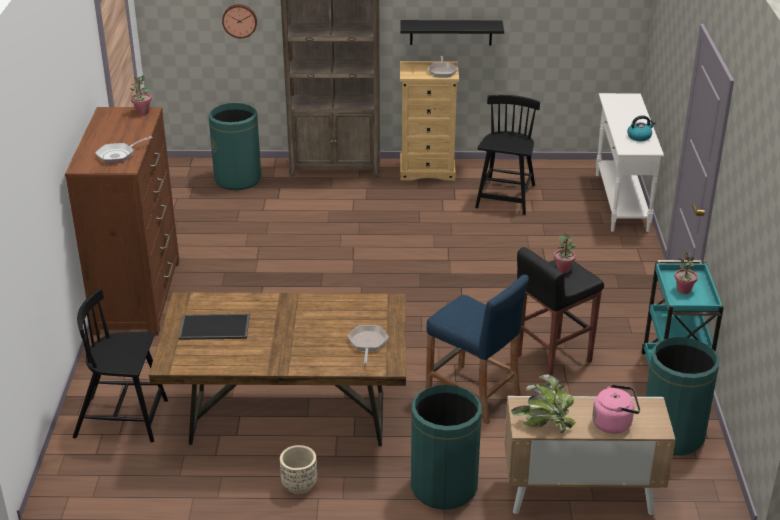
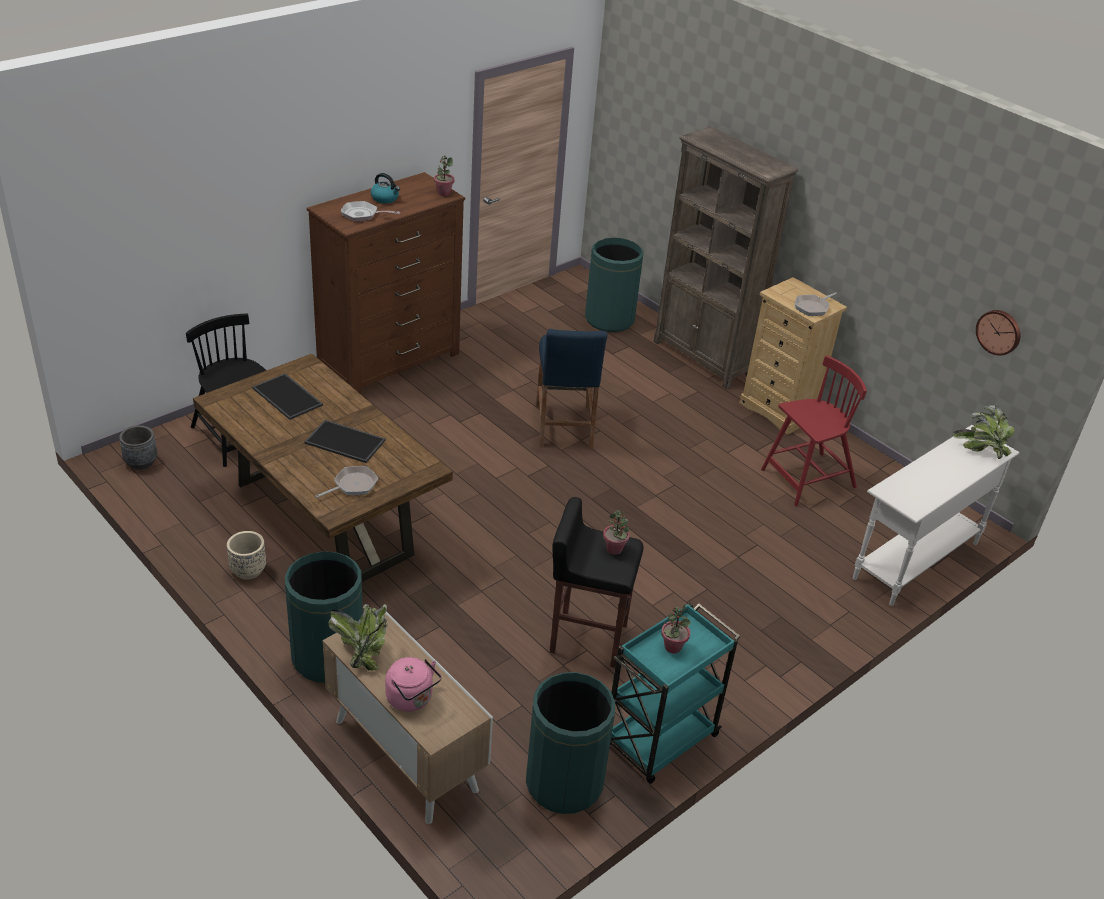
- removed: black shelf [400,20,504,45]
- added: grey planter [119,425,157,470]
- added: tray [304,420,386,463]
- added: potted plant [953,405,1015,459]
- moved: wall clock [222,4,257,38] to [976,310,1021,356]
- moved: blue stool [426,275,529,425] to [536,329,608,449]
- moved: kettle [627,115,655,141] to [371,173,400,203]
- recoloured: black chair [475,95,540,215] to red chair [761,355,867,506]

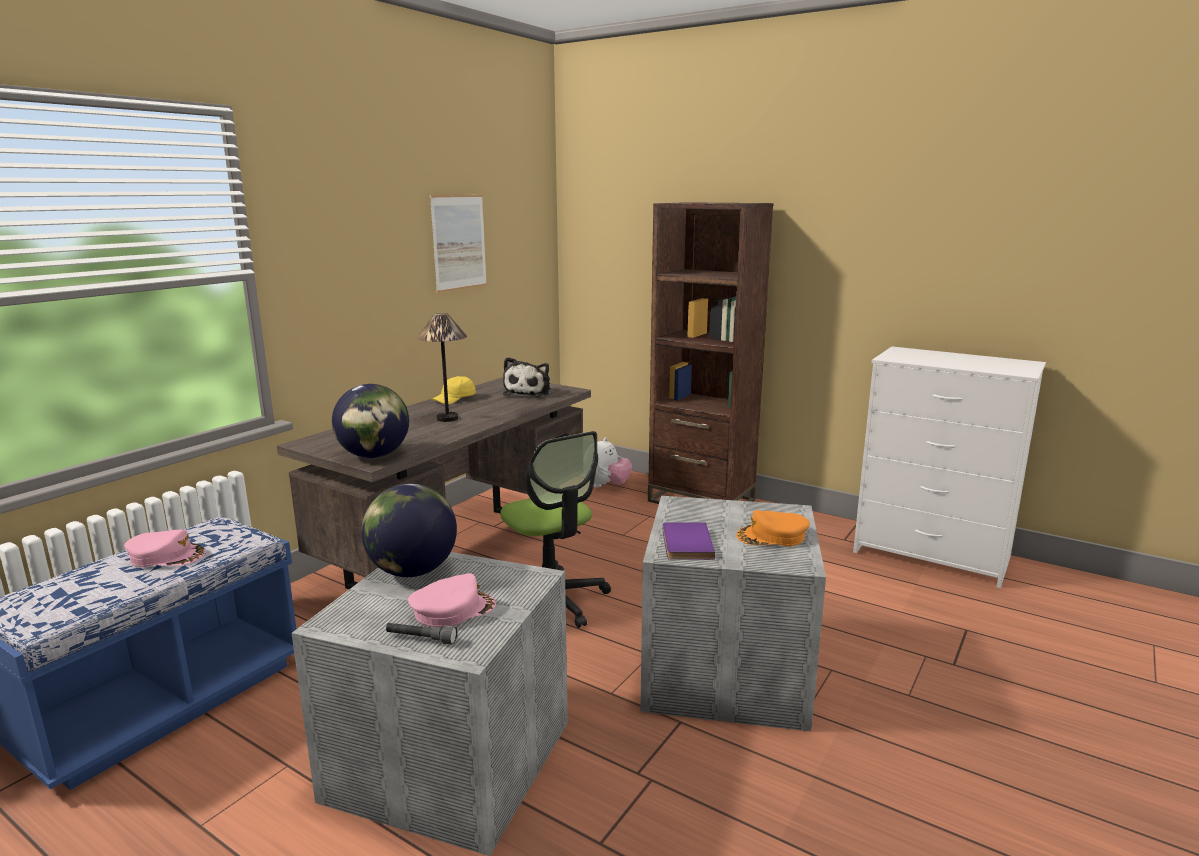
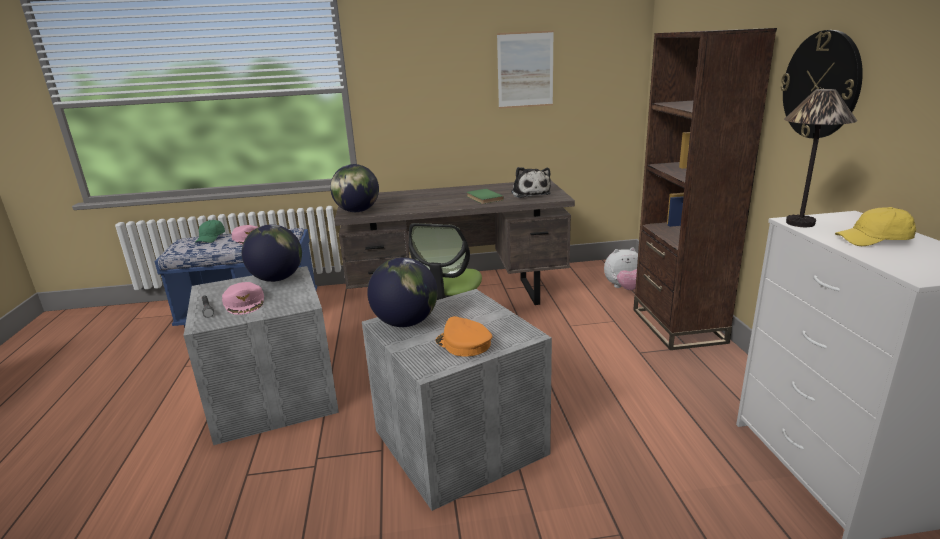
- added: green cap [195,220,225,243]
- added: green book [466,189,504,204]
- added: wall clock [780,30,863,138]
- moved: table lamp [417,313,467,422] to [784,89,857,227]
- moved: yellow cap [432,376,476,405] to [835,207,916,246]
- replaced: purple book [663,523,715,560] to globe [367,257,438,327]
- turned: pink cap [408,573,496,628] = [222,282,264,315] 45 degrees clockwise
- turned: plush toy [503,357,551,397] = [511,167,551,198] 75 degrees counterclockwise

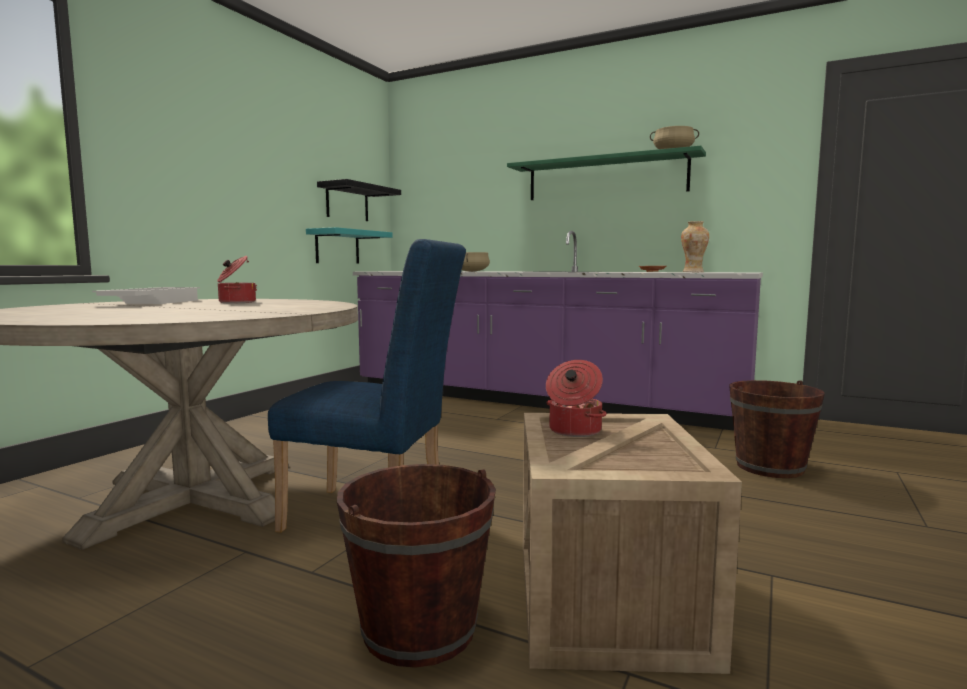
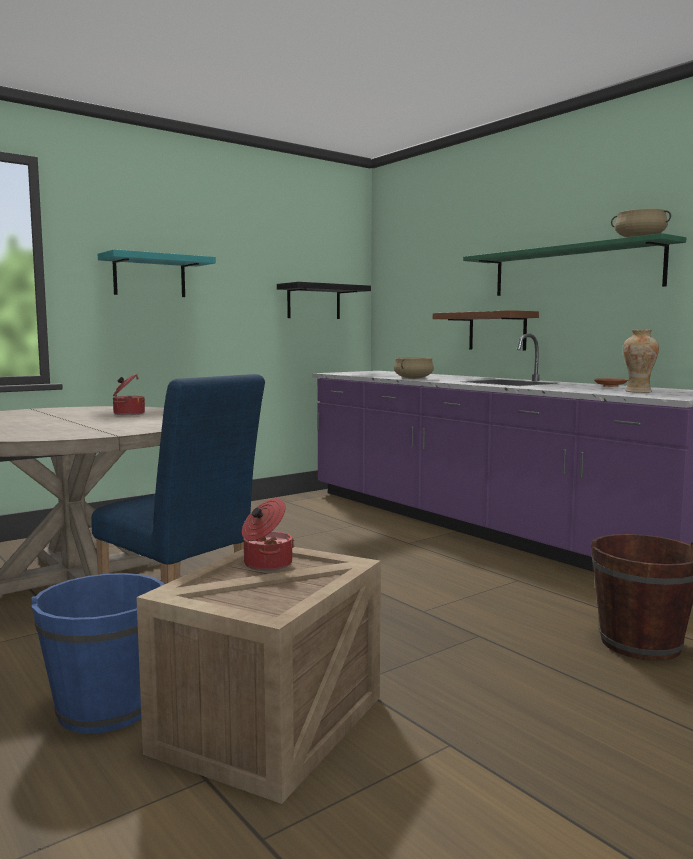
- removed: white tray [92,287,200,304]
- added: brown shelf [433,310,539,351]
- moved: turquoise shelf [306,227,393,264] to [98,249,216,297]
- recoloured: brown bucket [337,464,496,668] to blue bucket [32,573,164,734]

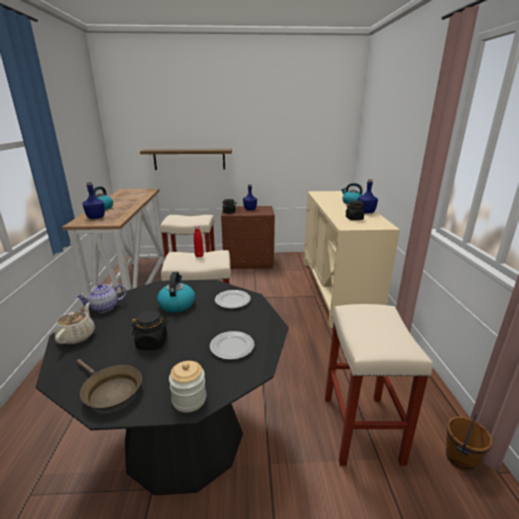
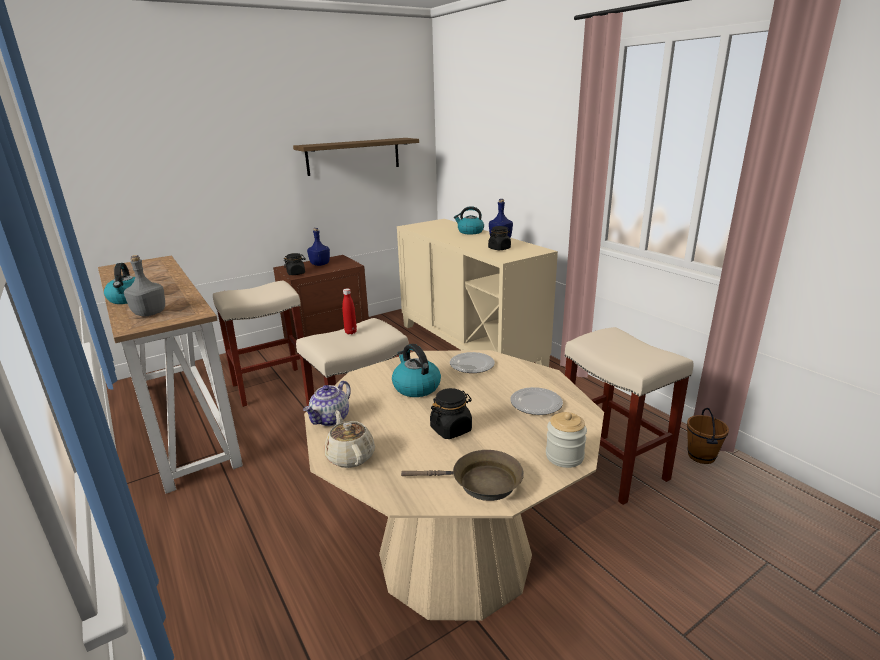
- moved: shelf [140,149,232,170] to [293,138,419,176]
- recoloured: black dining table [36,279,288,496] to beige dining table [304,350,604,621]
- recoloured: blue bottle [83,182,105,219] to grey bottle [124,255,165,317]

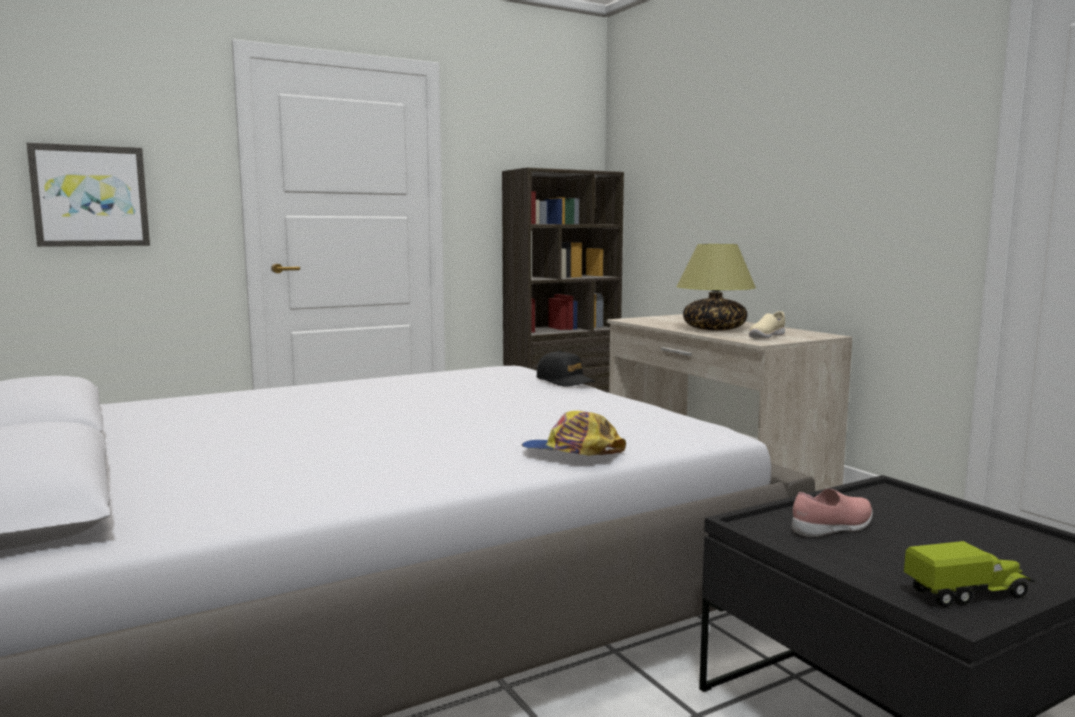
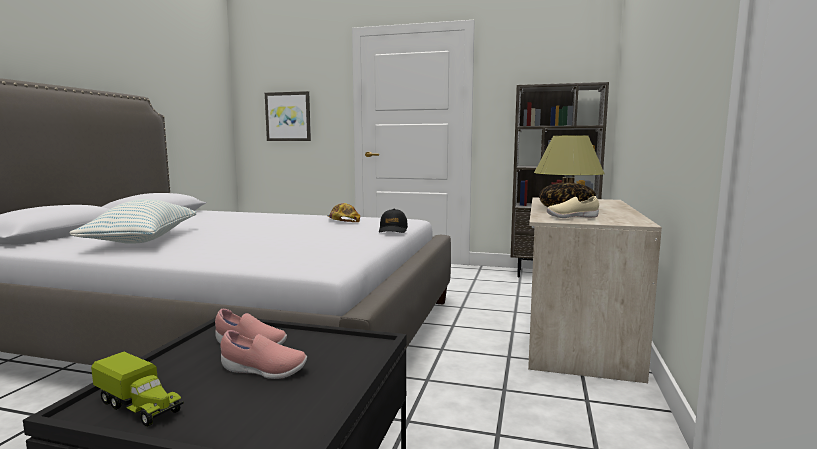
- added: pillow [69,199,196,244]
- added: pink shoe [220,330,307,379]
- moved: cap [522,411,626,456] to [327,203,360,222]

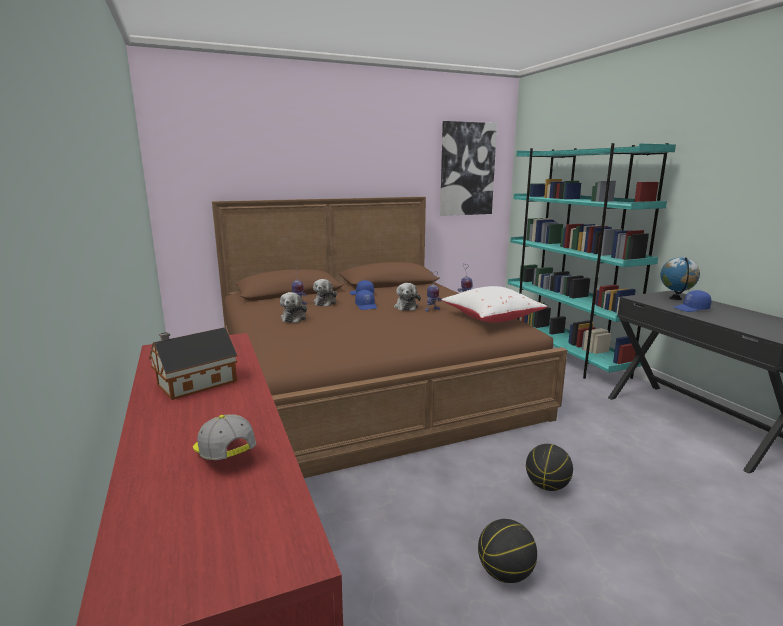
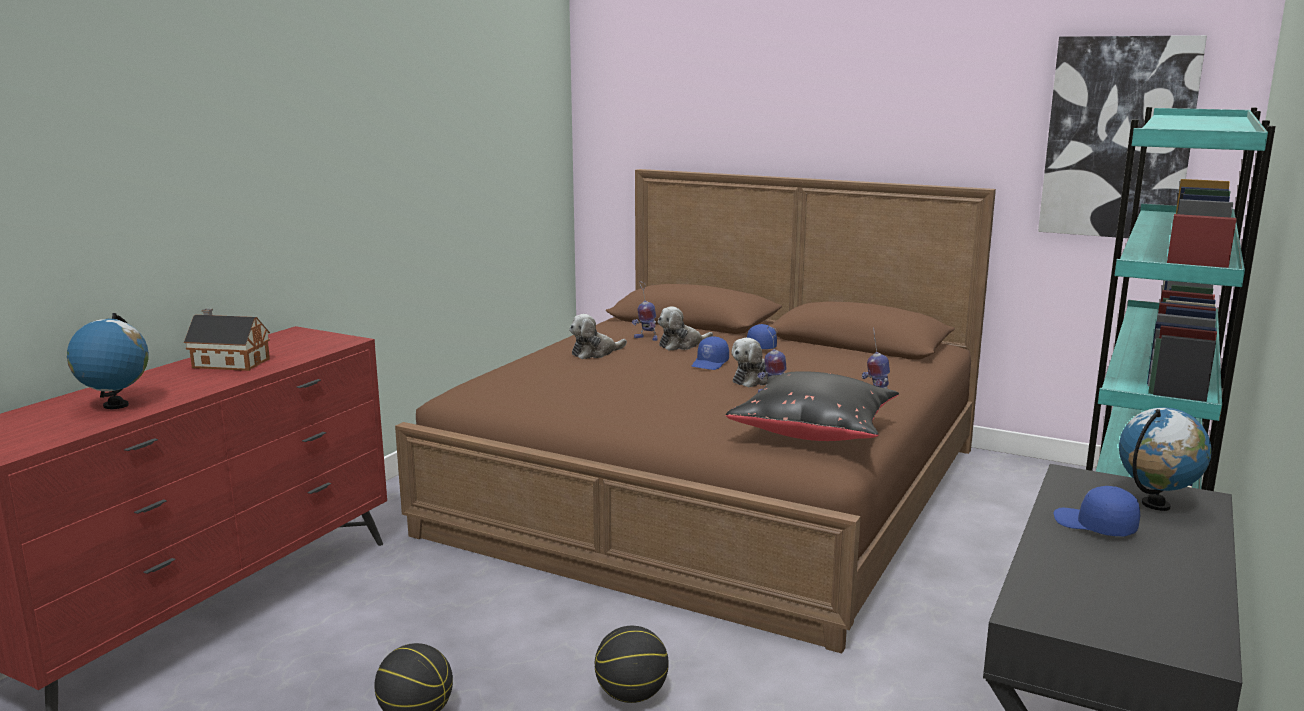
- replaced: cap [193,414,256,460] to globe [67,313,149,409]
- recoloured: white pillow [442,286,548,322] to black pillow [726,371,899,441]

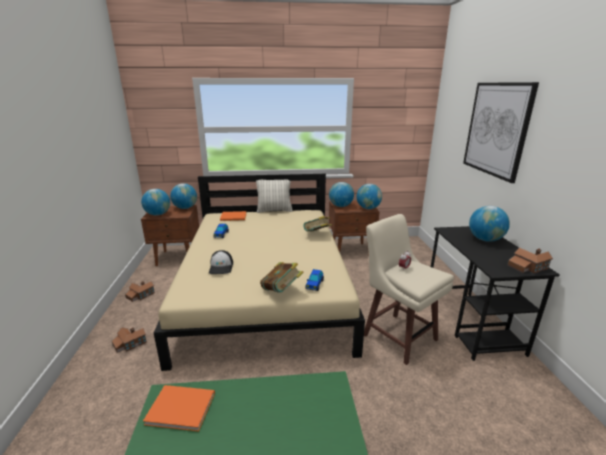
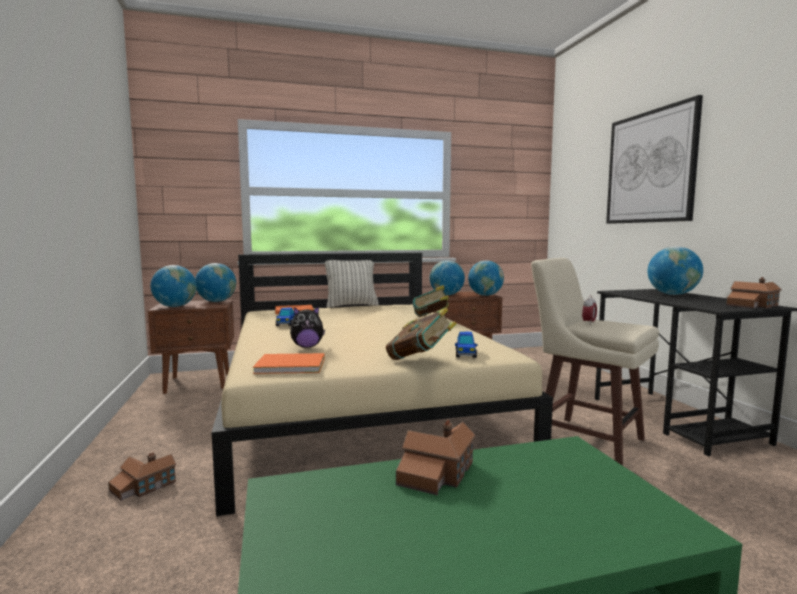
- moved: toy house [125,282,155,302] to [396,420,475,495]
- moved: orange book [143,385,215,432] to [253,353,325,374]
- replaced: cap [209,250,233,274] to plush toy [290,306,325,348]

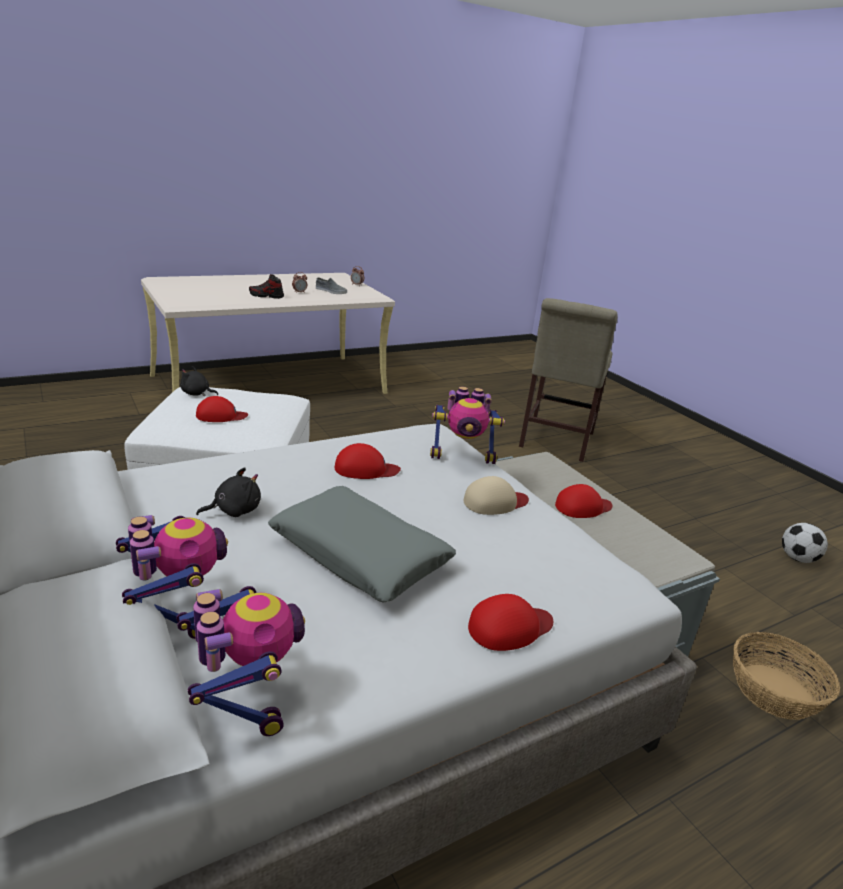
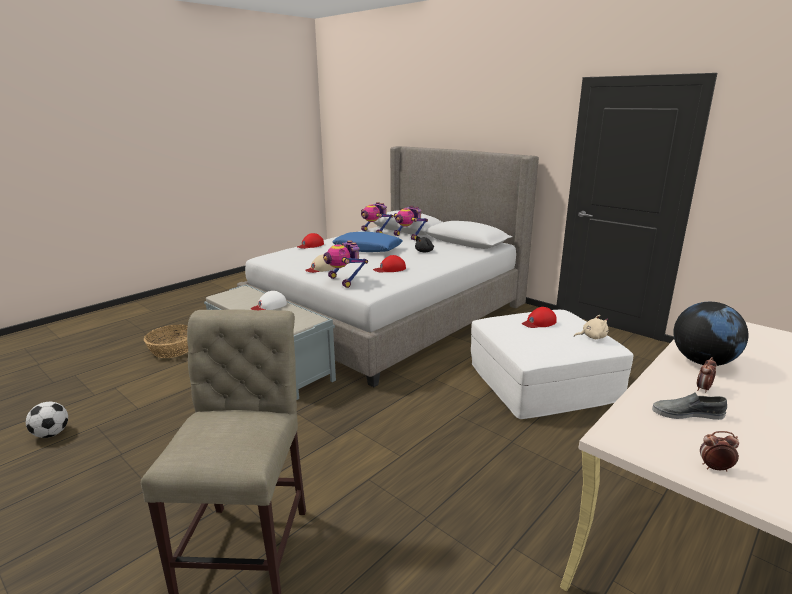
- replaced: shoe [249,274,284,299] to globe [673,302,749,366]
- recoloured: black plush toy [180,366,218,396] to beige plush toy [574,315,609,339]
- recoloured: grey pillow [268,486,456,603] to blue pillow [332,232,402,252]
- recoloured: red cap [555,484,612,518] to white cap [251,291,287,310]
- turned: toy robot [430,386,505,464] = [323,240,368,288] 105 degrees counterclockwise

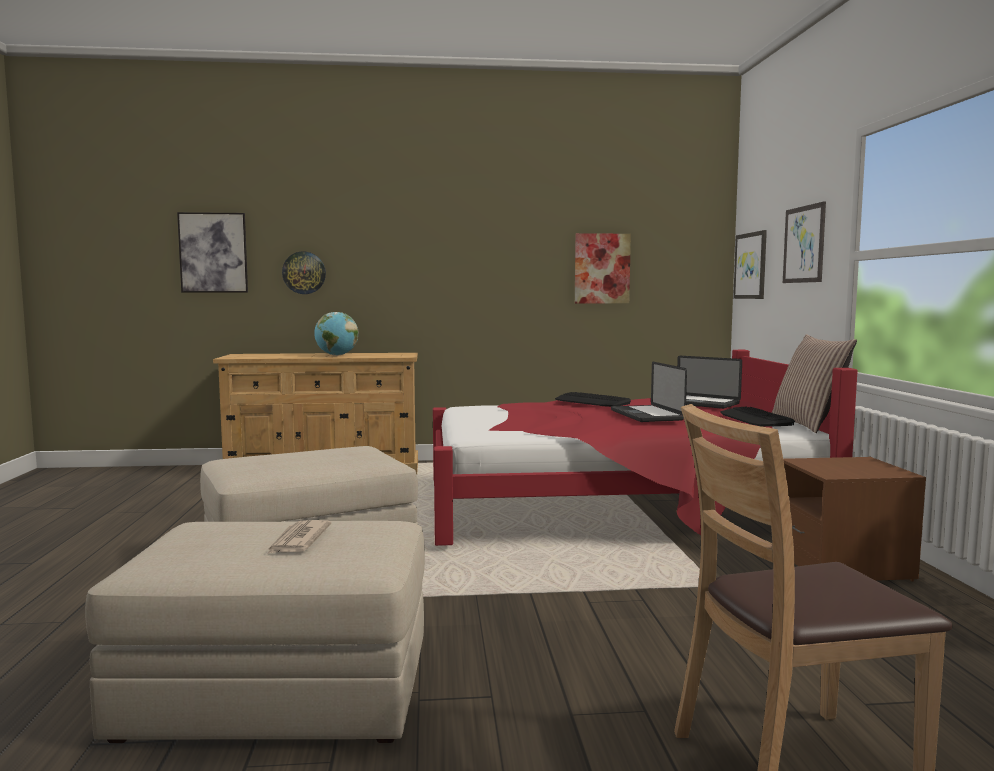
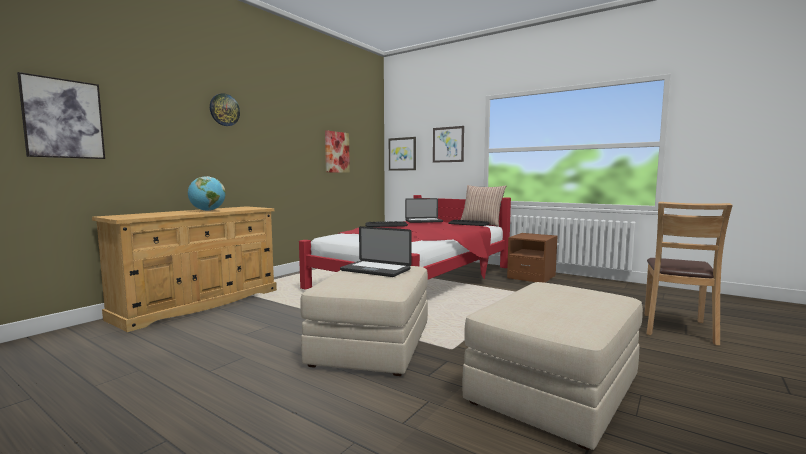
- removed: newspaper [267,520,331,554]
- moved: wall clock [282,251,326,294] to [210,93,240,126]
- moved: laptop [611,362,687,422] to [340,226,412,277]

